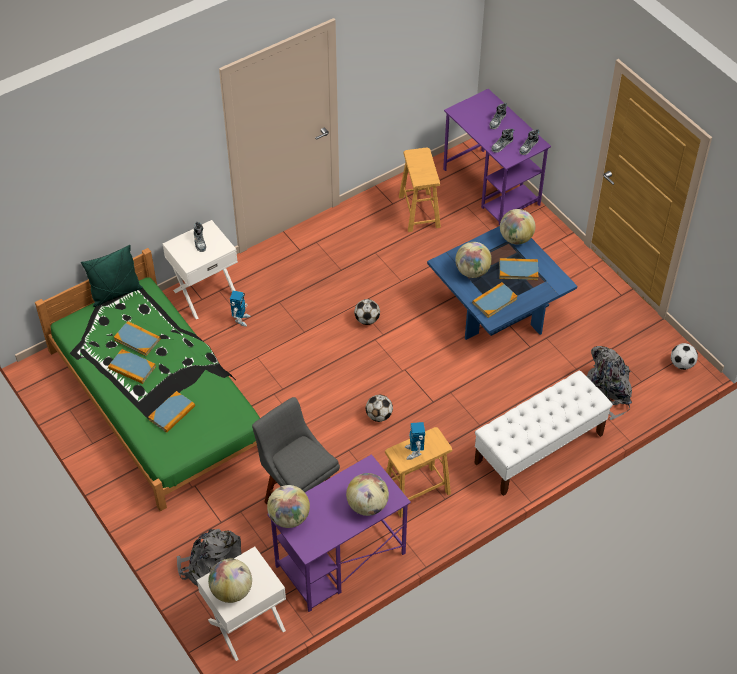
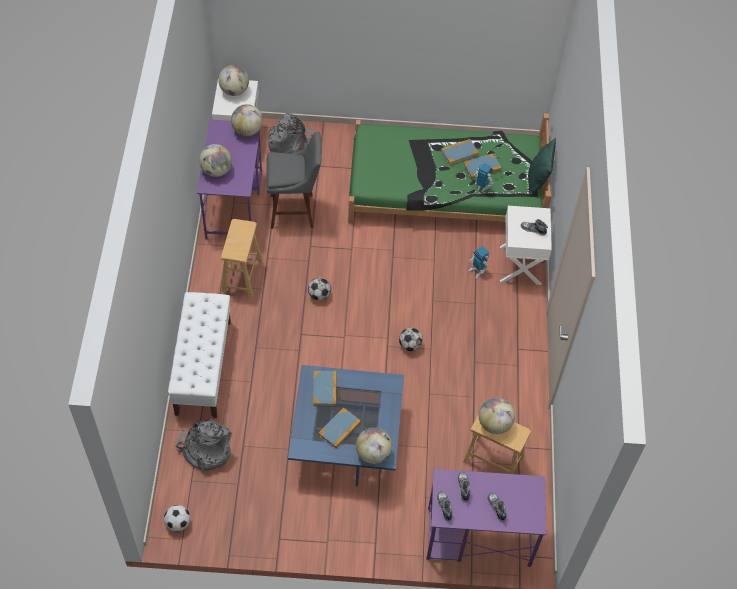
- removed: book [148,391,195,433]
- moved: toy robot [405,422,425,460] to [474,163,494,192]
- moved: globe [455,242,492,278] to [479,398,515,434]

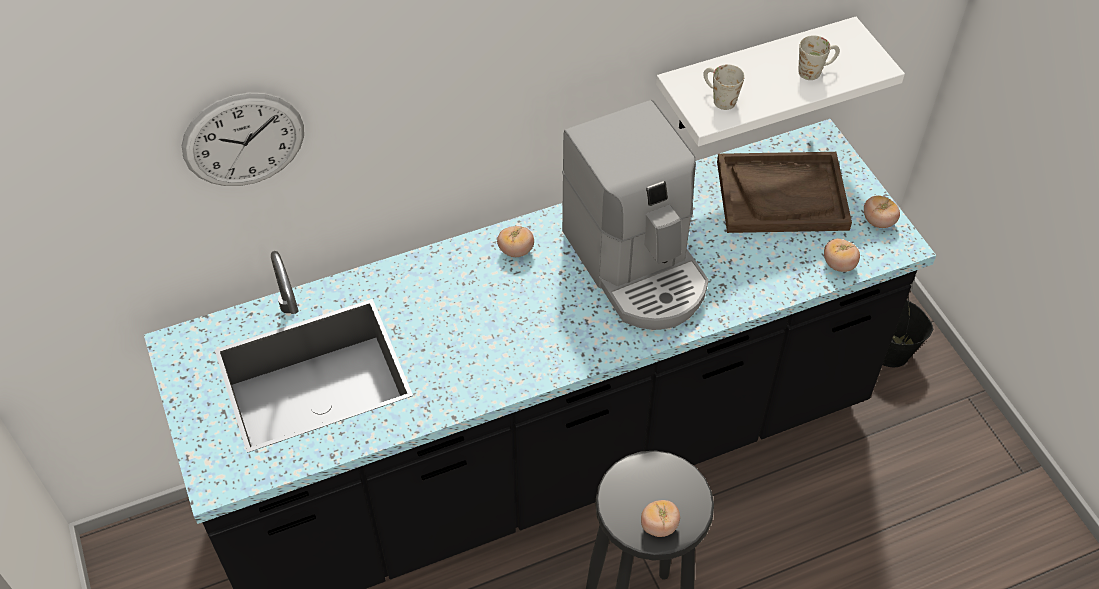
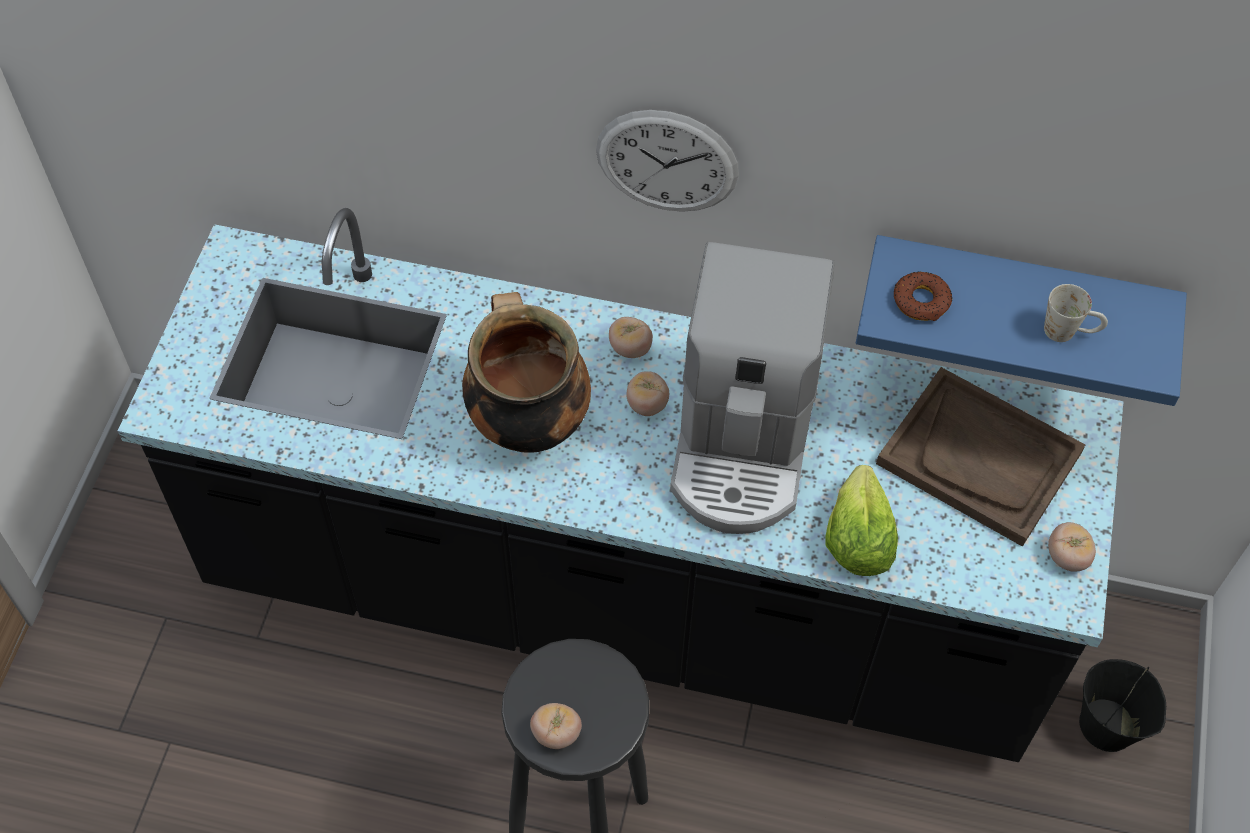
- added: cooking pot [462,292,591,453]
- added: lettuce [826,465,898,576]
- moved: wall clock [182,93,304,186] to [596,110,739,212]
- moved: tomato [824,239,860,272] to [626,371,669,416]
- replaced: white mug [703,64,745,110] to donut [894,272,953,321]
- recoloured: white shelf [656,17,905,147] to blue shelf [856,235,1187,406]

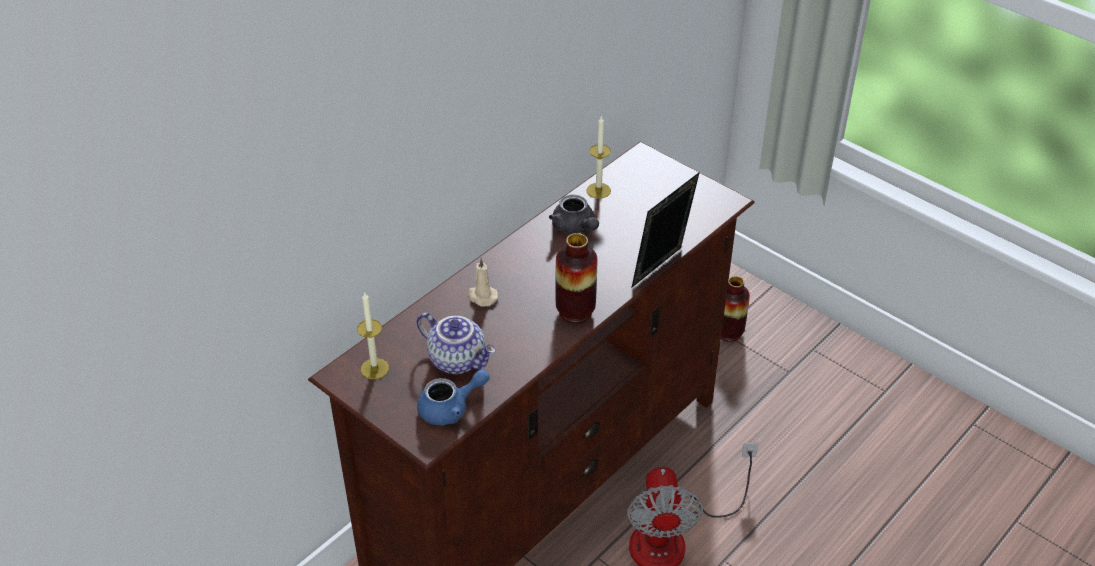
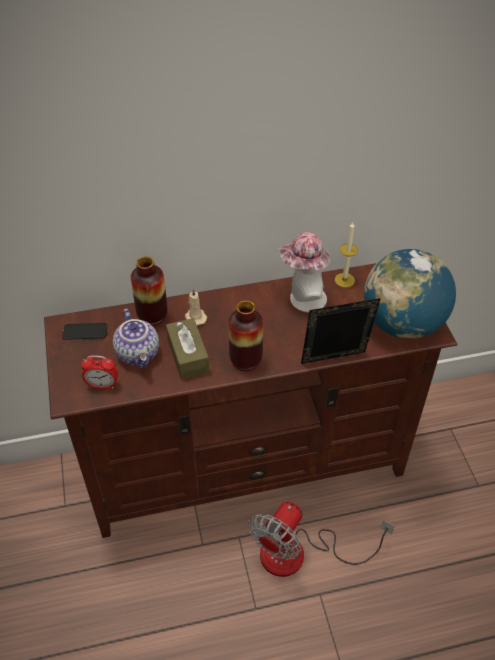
- added: brown tissue box [166,318,210,380]
- added: globe [364,249,456,339]
- moved: vase [721,276,750,342] to [131,256,168,326]
- replaced: candle [357,292,389,379] to phone [62,323,107,340]
- replaced: blue teapot [417,369,490,425] to alarm clock [81,355,118,389]
- replaced: grey teapot [549,195,599,234] to hat [279,232,330,313]

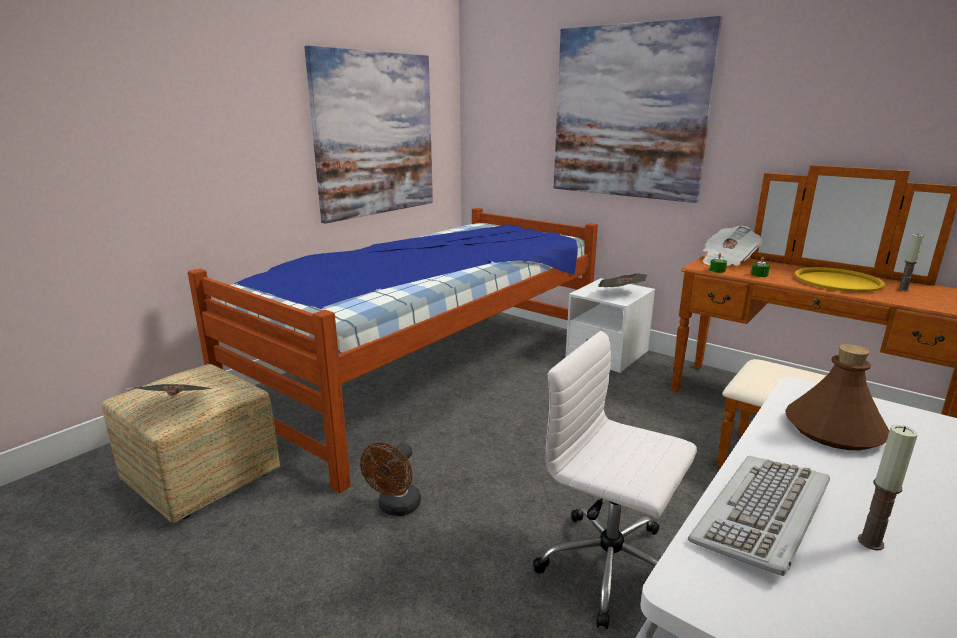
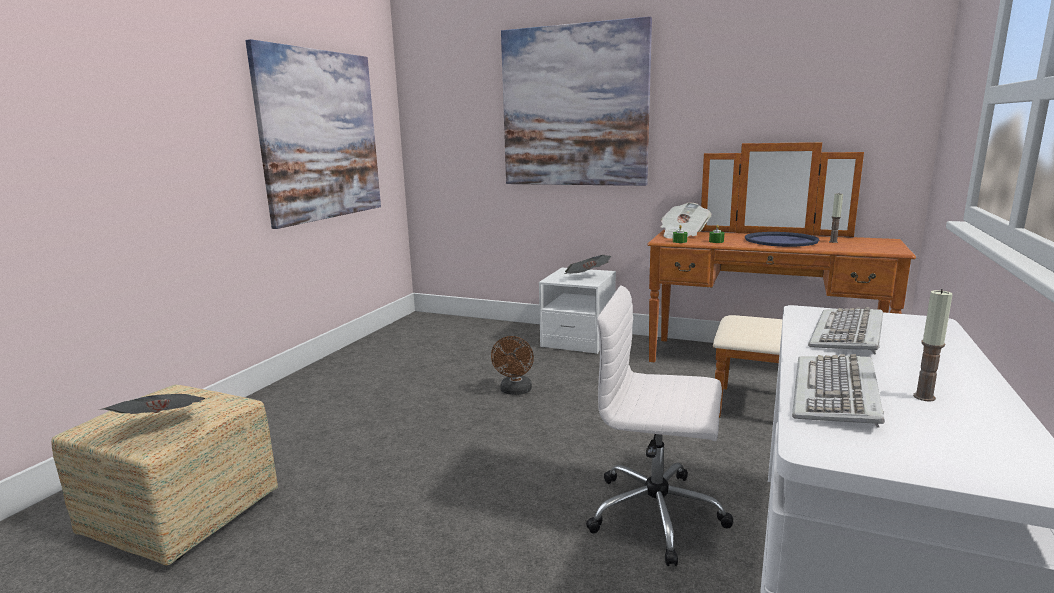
- removed: bed [188,208,598,493]
- moved: brown fan [360,442,421,516] to [491,336,534,395]
- replaced: brown bottle [785,344,889,450] to keyboard [808,307,883,354]
- recoloured: yellow tray [795,267,885,292] to blue tray [745,232,820,247]

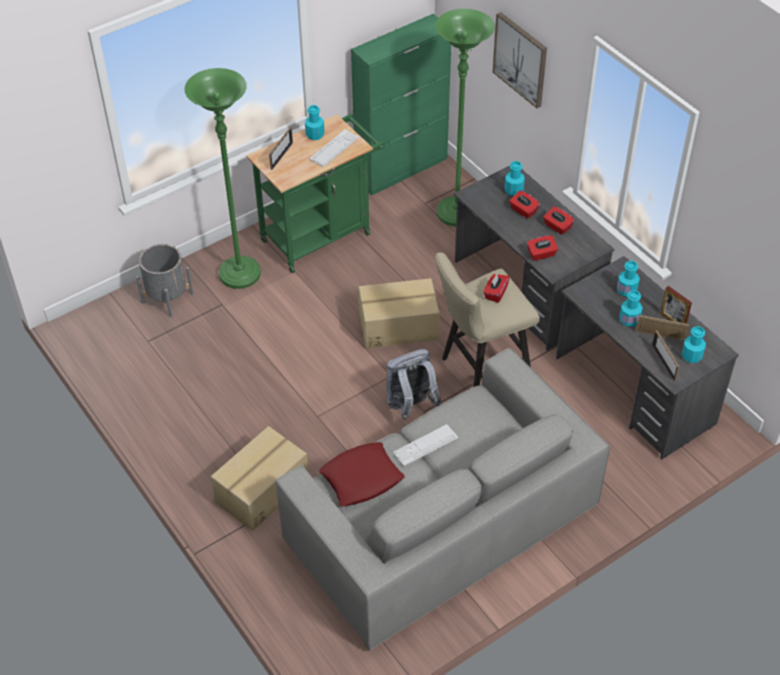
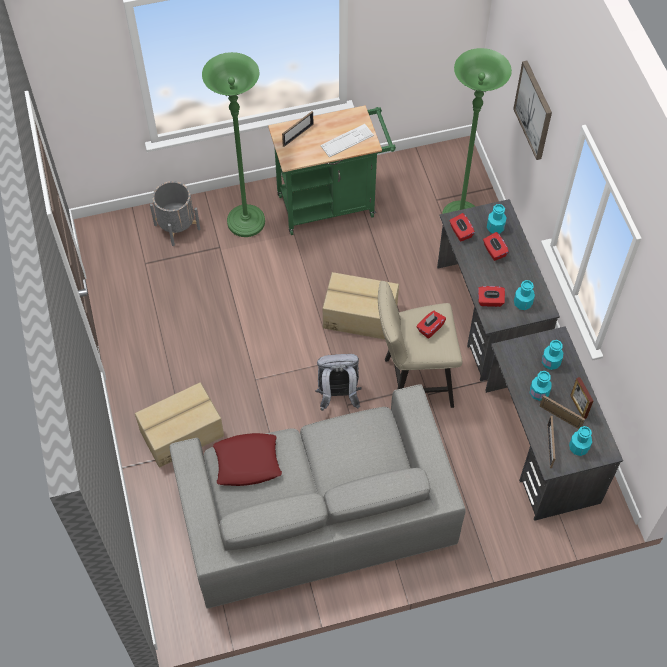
- removed: green cabinet [351,14,451,195]
- removed: keyboard [393,424,458,466]
- moved: turquoise bottle [305,105,324,140] to [514,280,535,310]
- moved: red tissue box [543,206,574,235] to [449,213,475,241]

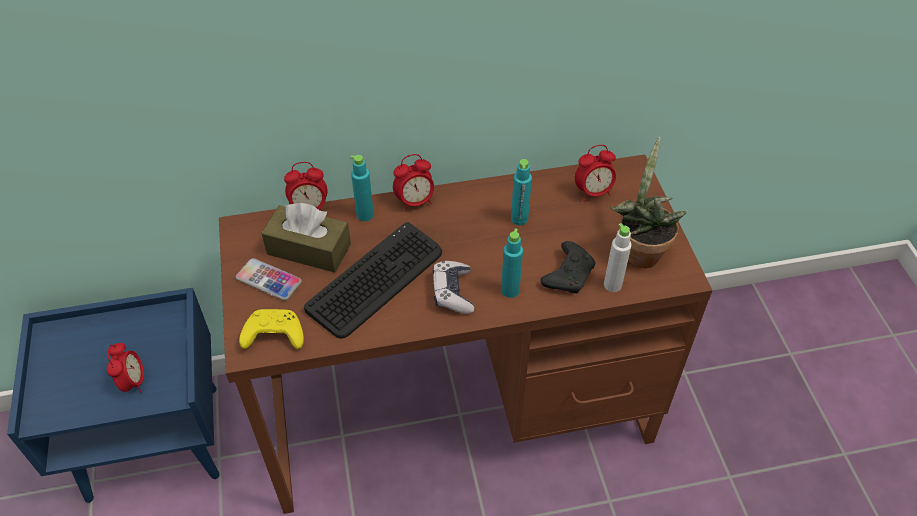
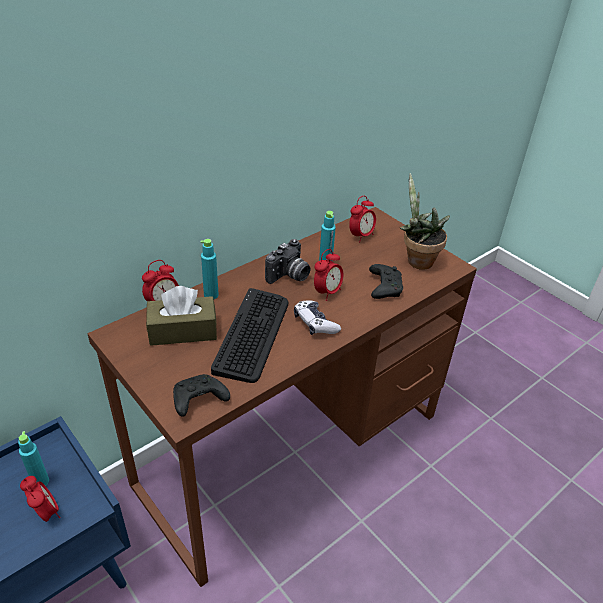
- removed: phone [236,258,302,301]
- removed: white bottle [604,223,632,292]
- added: photo camera [265,239,310,284]
- moved: alarm clock [393,154,434,212] to [314,249,344,301]
- moved: turquoise bottle [501,228,523,298] to [18,431,49,486]
- recoloured: yellow game controller [239,309,304,349] to black game controller [173,374,230,417]

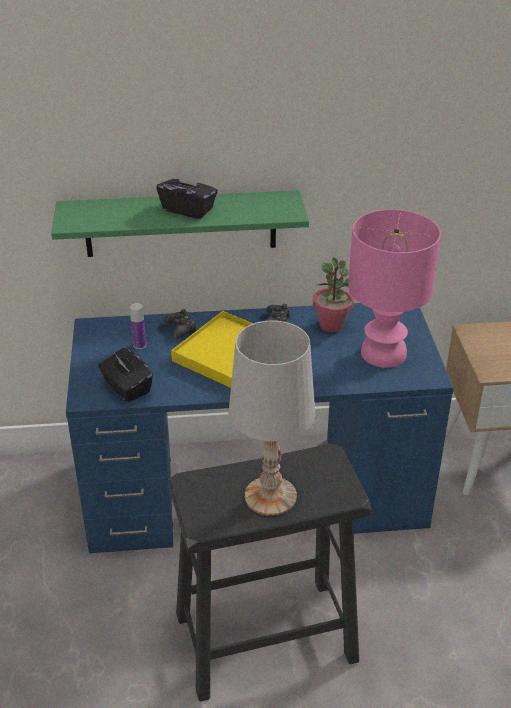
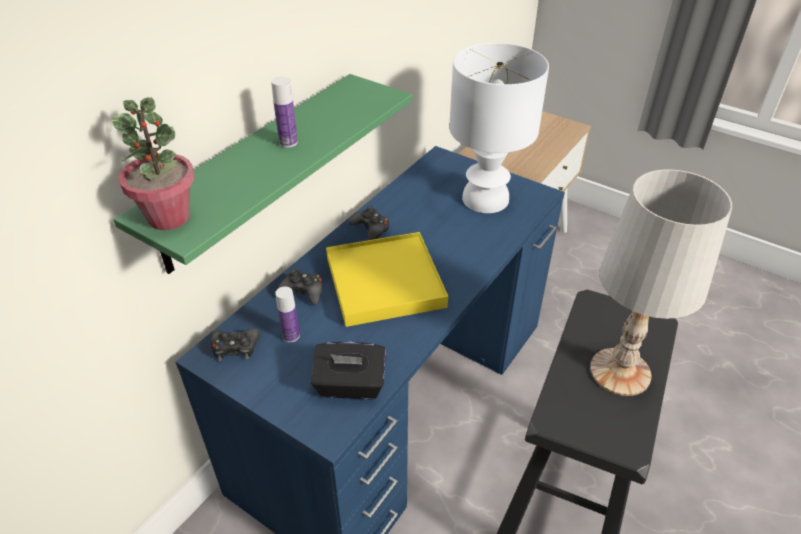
- added: black game controller [210,328,260,361]
- moved: potted plant [313,257,353,332] to [112,97,194,230]
- replaced: black tissue box [157,167,218,219] to bottle [271,77,298,148]
- recoloured: pink table lamp [348,209,441,368] to white table lamp [449,43,549,213]

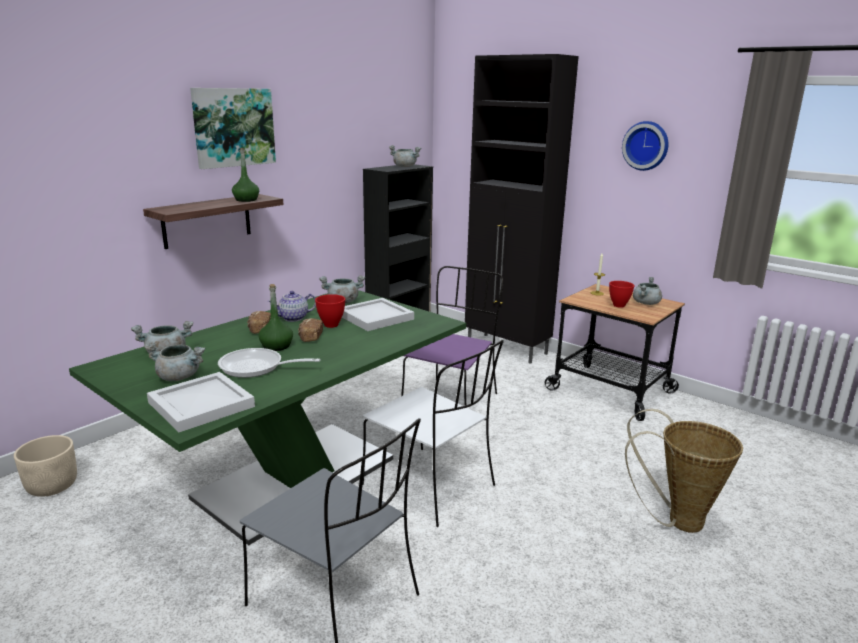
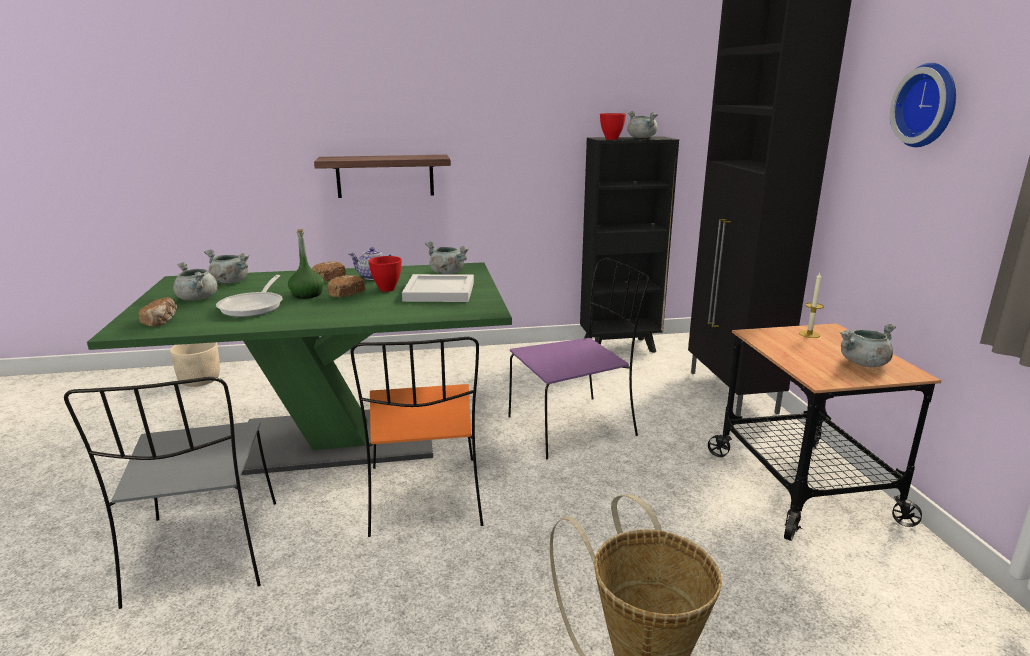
- removed: picture [190,88,276,169]
- removed: green bottle [232,148,259,202]
- moved: red bowl [609,281,634,308] to [600,113,626,140]
- replaced: white tray [147,372,255,432] to bread [138,297,177,326]
- recoloured: white chair [363,340,504,527] to orange chair [351,337,483,537]
- turned: frying pan [218,348,321,378] = [216,275,283,317] 135 degrees counterclockwise

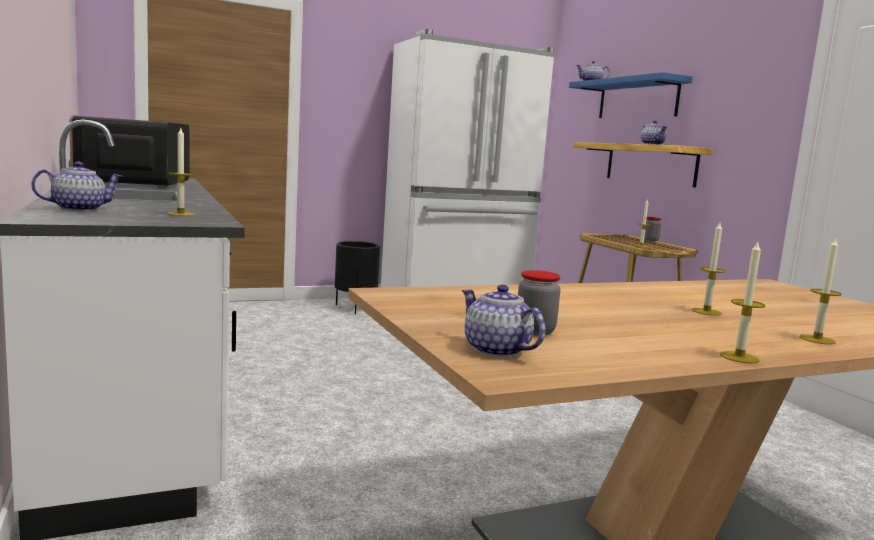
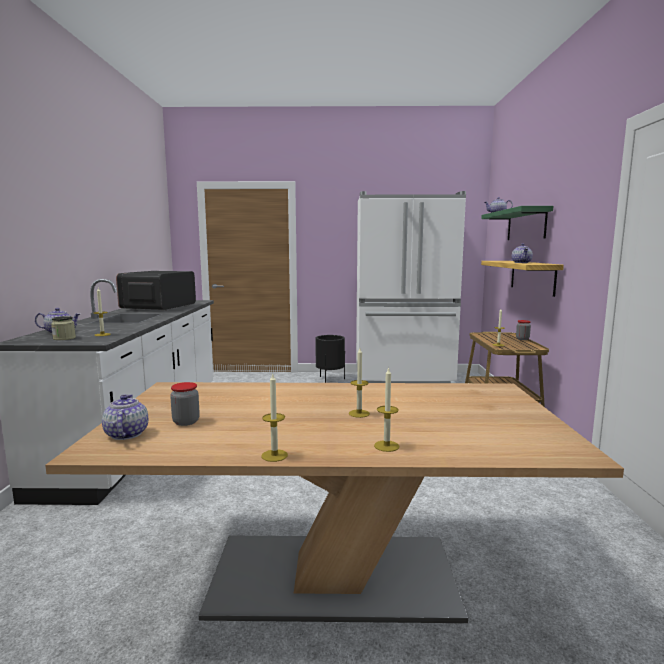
- added: jar [51,316,76,340]
- recoloured: blue shelf [569,72,693,118] to green shelf [481,206,553,240]

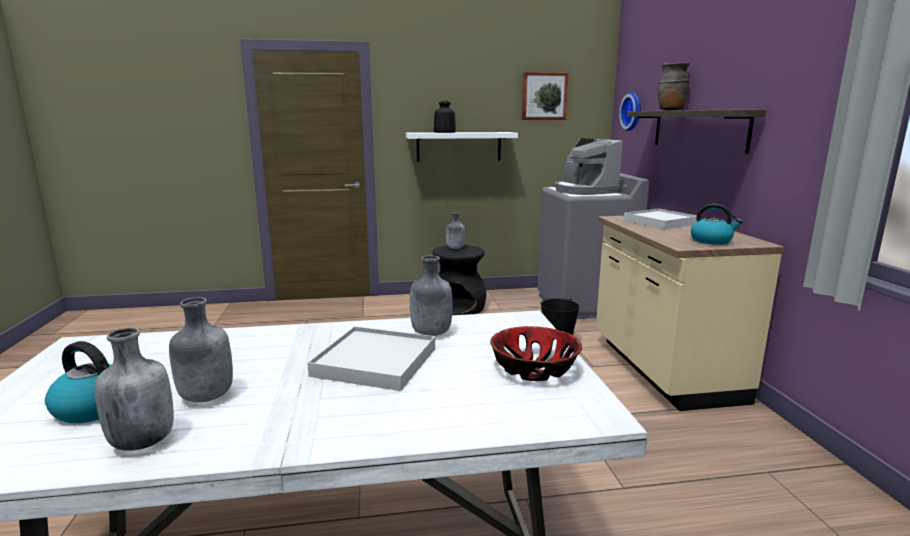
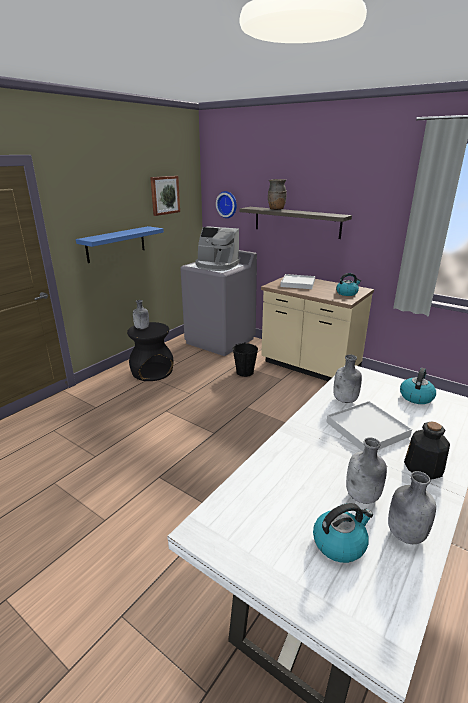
- moved: bottle [434,101,456,133] to [404,421,450,480]
- replaced: bowl [490,326,582,381] to kettle [400,368,436,404]
- recoloured: white shelf [406,132,518,162] to blue shelf [76,226,164,263]

